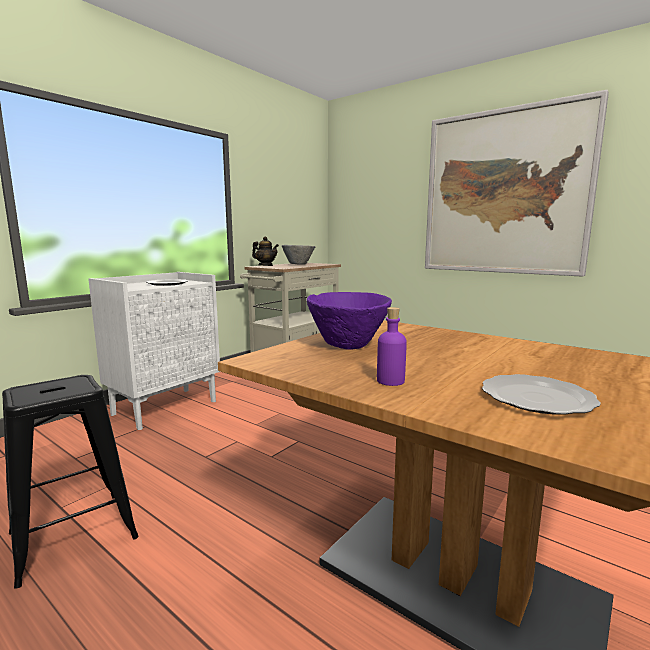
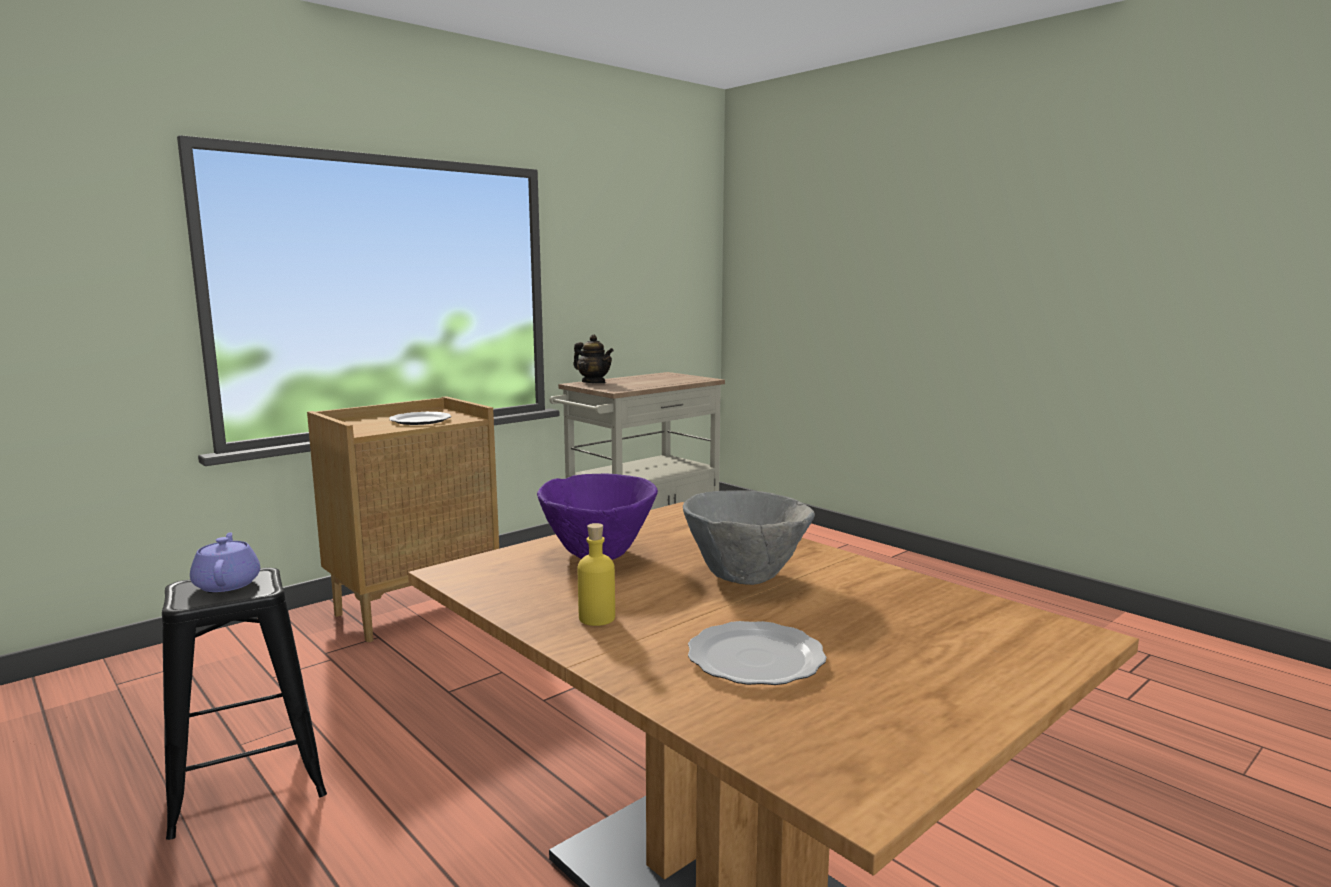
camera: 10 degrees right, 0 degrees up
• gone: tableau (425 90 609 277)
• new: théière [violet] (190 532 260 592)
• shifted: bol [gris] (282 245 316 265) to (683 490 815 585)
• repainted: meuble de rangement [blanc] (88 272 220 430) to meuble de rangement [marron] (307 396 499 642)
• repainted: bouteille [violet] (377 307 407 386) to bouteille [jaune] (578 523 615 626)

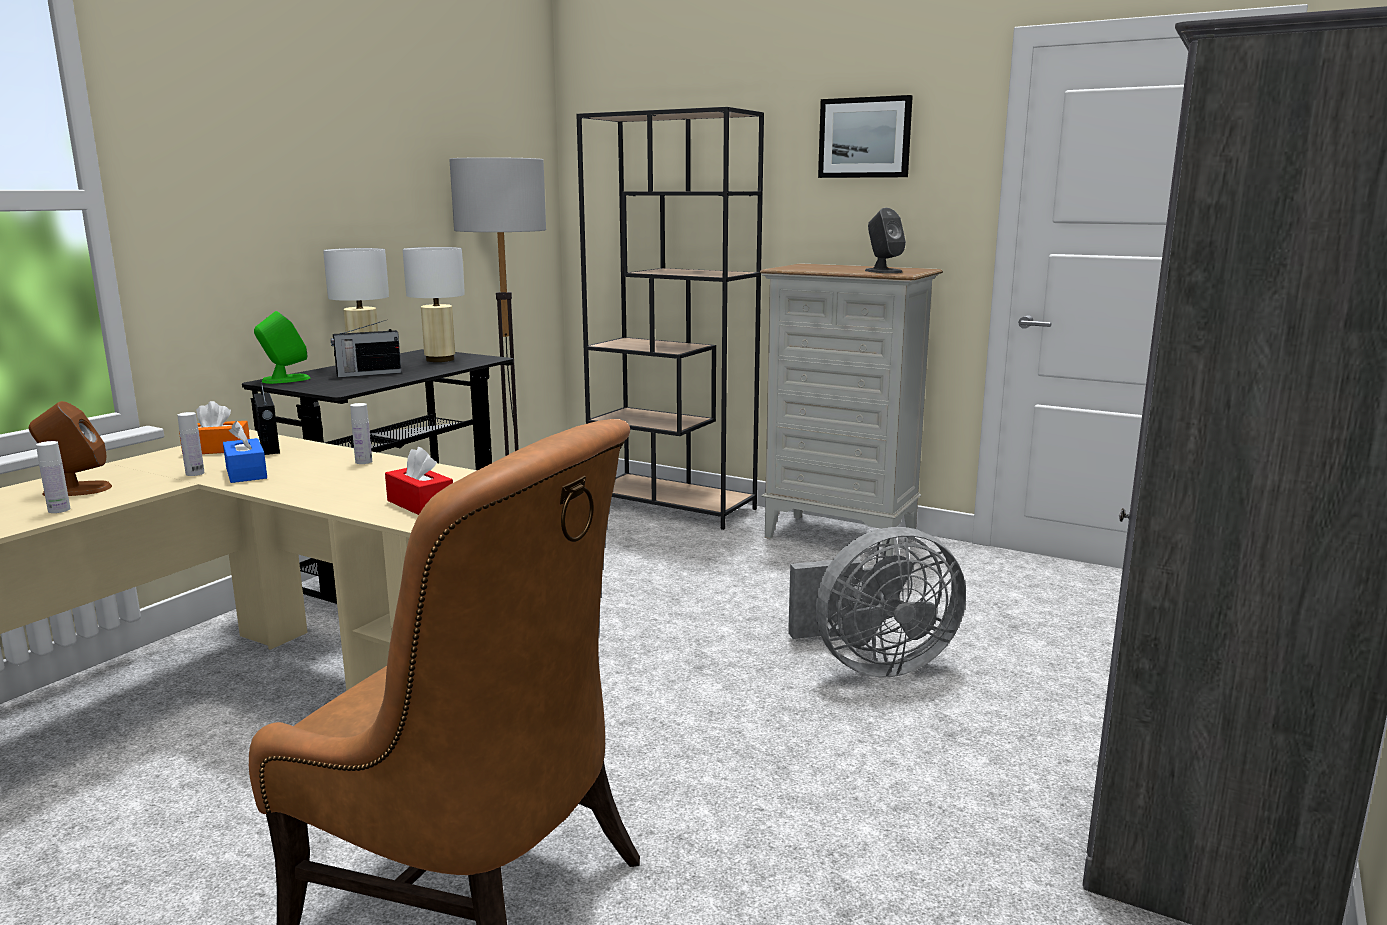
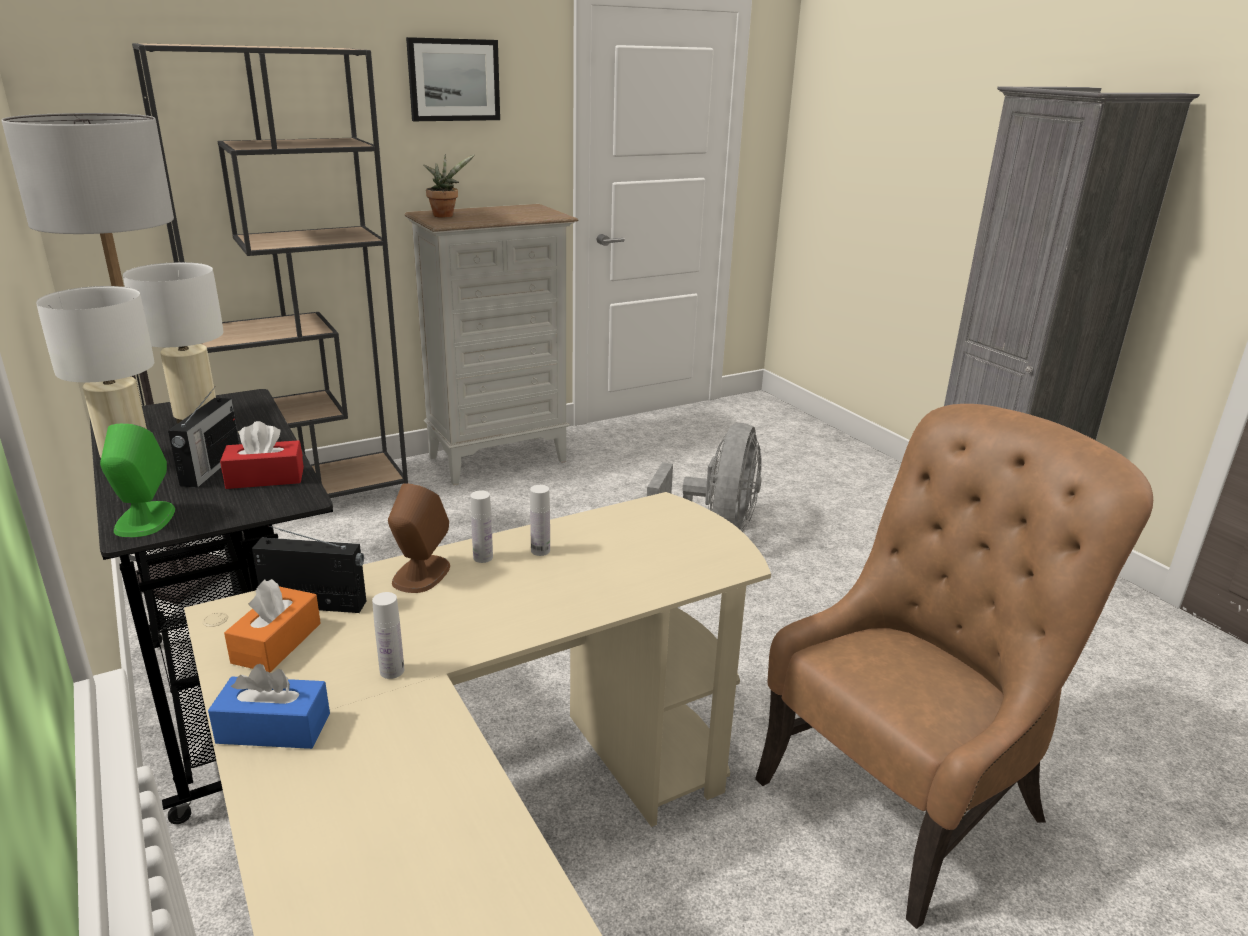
camera: 60 degrees left, 10 degrees up
• gone: enceinte [gris] (865 208 906 273)
• new: plante en pot (423 154 475 218)
• shifted: enceinte [marron] (29 401 112 496) to (388 483 450 593)
• shifted: bouteille [blanc] (36 441 71 513) to (530 485 550 556)
• shifted: boîte à mouchoirs [bleu] (223 421 267 483) to (208 664 330 749)
• shifted: boîte à mouchoirs [rouge] (385 447 453 515) to (220 421 304 489)

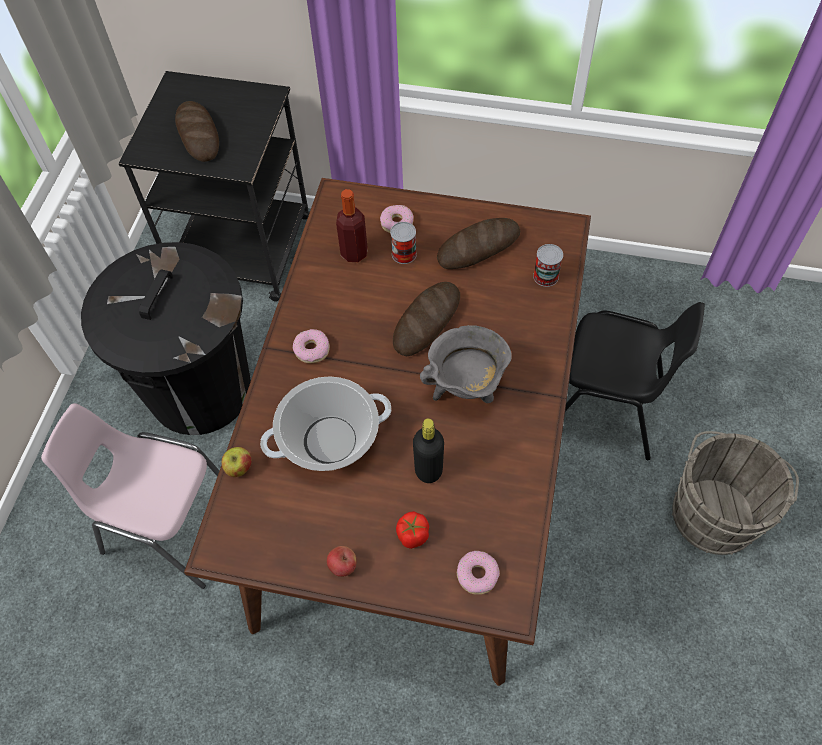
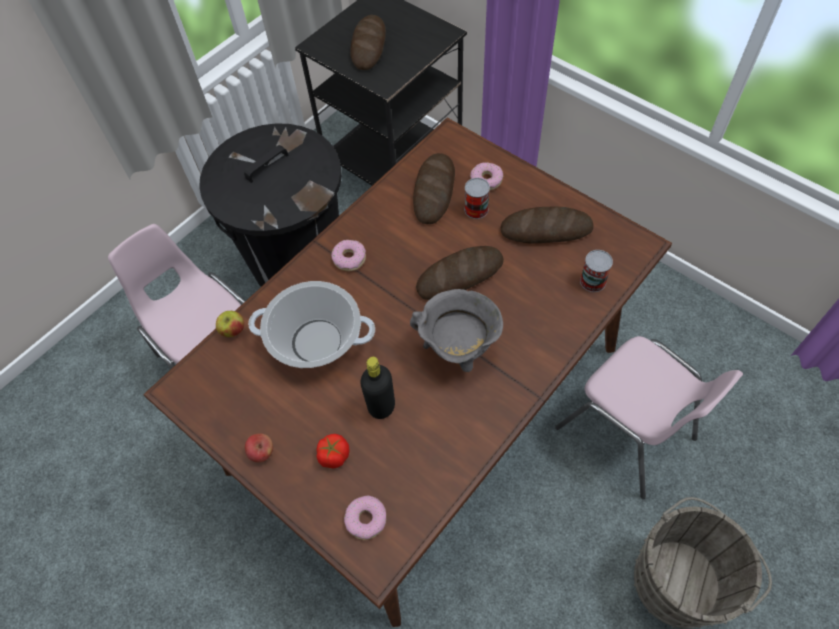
camera: 30 degrees right, 0 degrees up
• swapped: bouteille (336 189 368 262) to pain (413 153 455 224)
• repainted: chaise [noir] (565 302 705 460) to chaise [rose] (555 336 743 499)

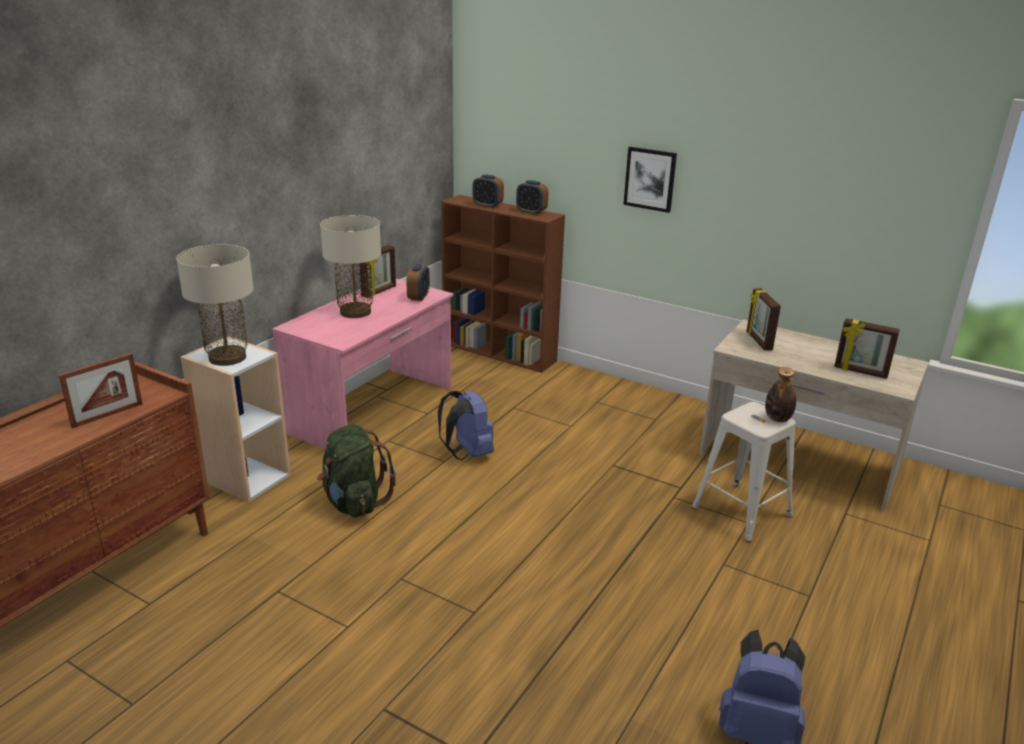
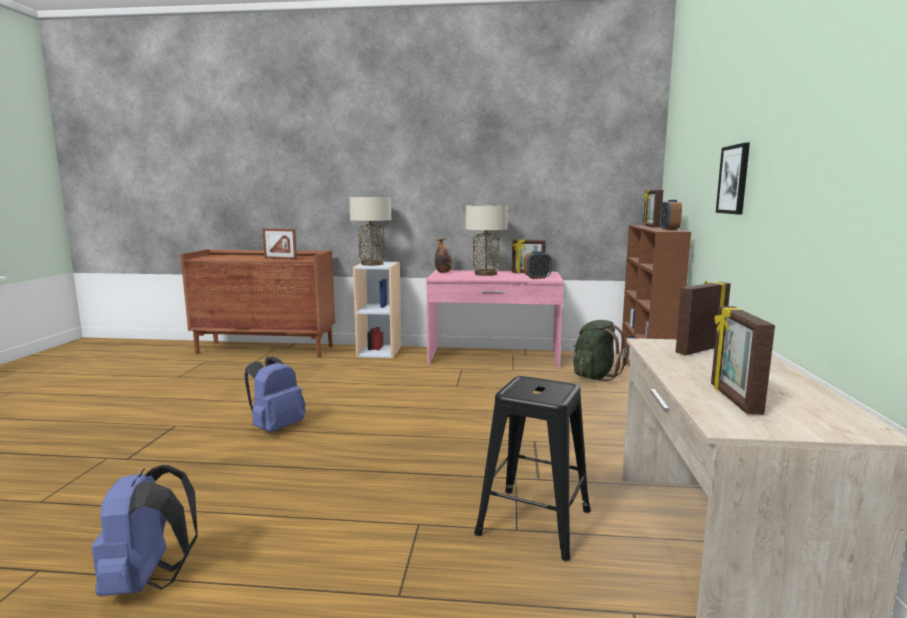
camera: 65 degrees right, 15 degrees down
• shifted: sac à dos [vert] (317 425 396 518) to (573 320 627 382)
• shifted: sac à dos [bleu] (438 391 494 460) to (245 356 306 432)
• shifted: bouteille (765 367 796 422) to (435 238 452 273)
• swapped: réveil (473 174 504 208) to cadre photo (643 189 663 227)
• repainted: tabouret [blanc] (692 402 796 542) to tabouret [noir] (474 376 591 561)

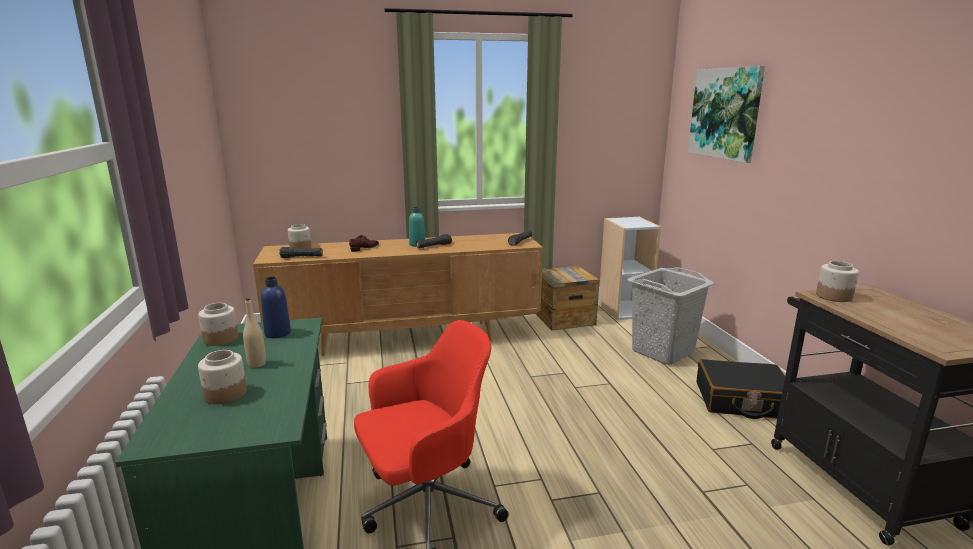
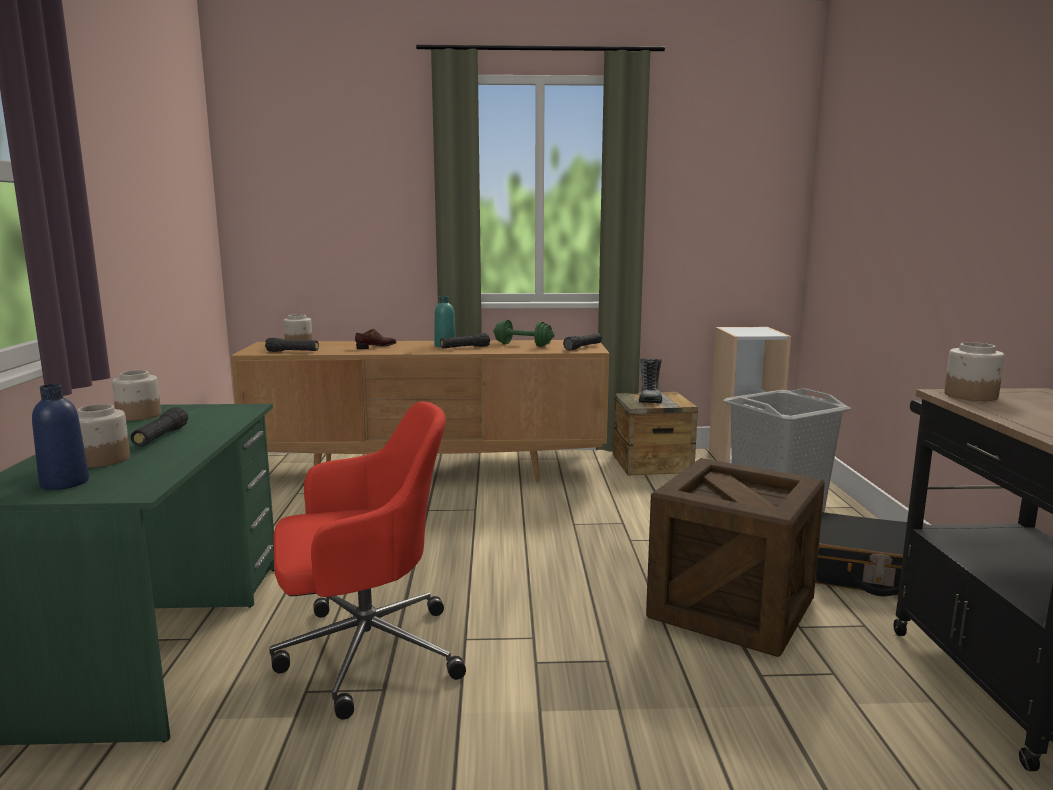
camera: 10 degrees right, 5 degrees down
• gone: tableau (688 66 765 163)
• new: haltère [vert] (493 320 555 347)
• new: botte (639 359 662 403)
• new: caisse (646 458 825 657)
• shifted: bouteille [bleu] (261 277 291 338) to (32 384 89 490)
• swapped: bouteille [beige] (243 298 266 368) to lampe de poche [noir] (131 407 188 447)

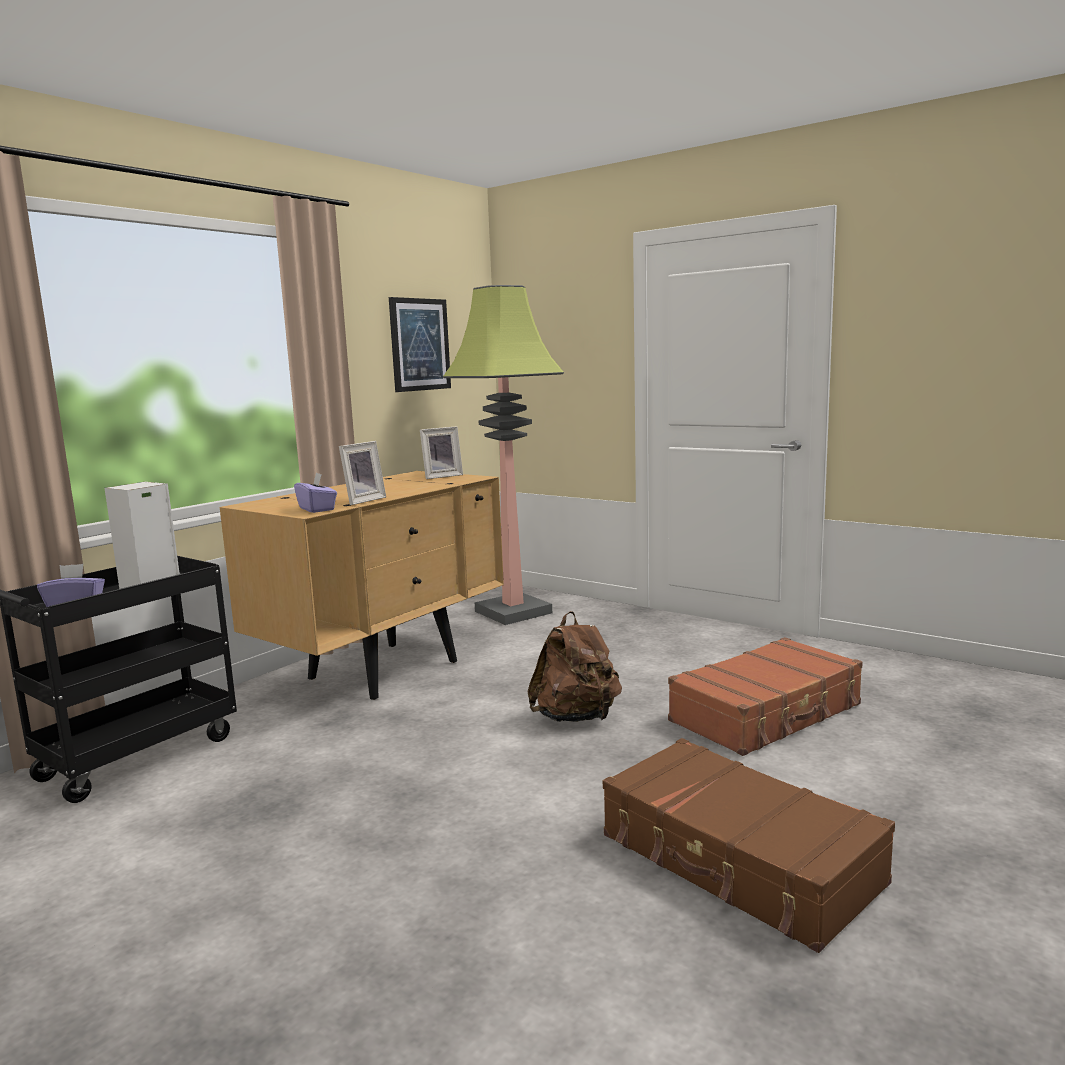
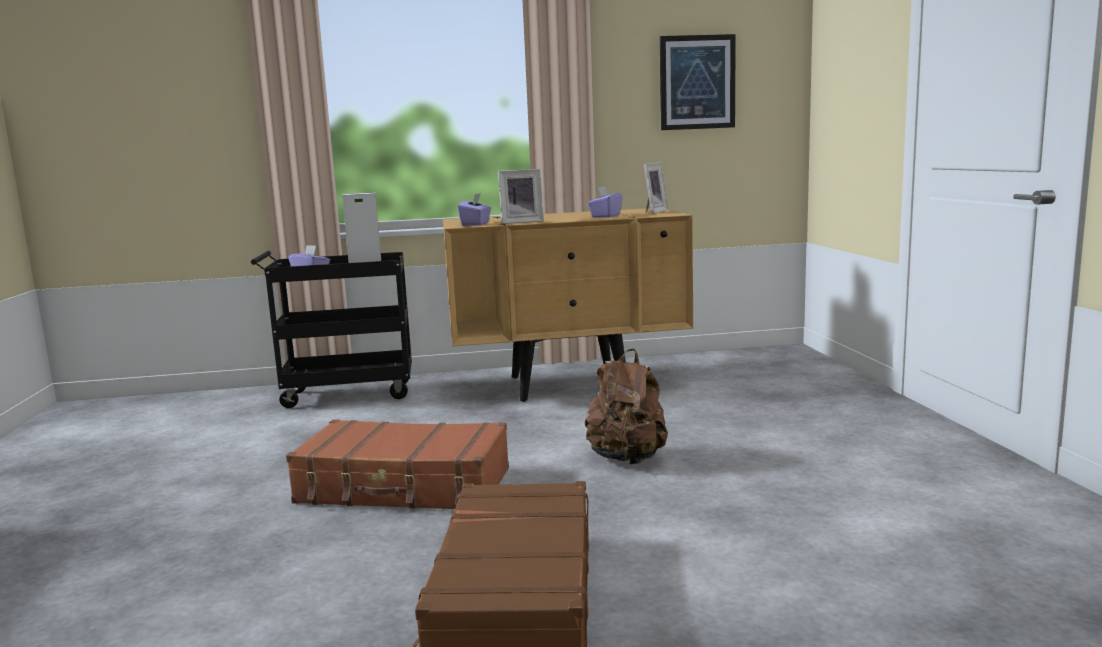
camera: 45 degrees right, 0 degrees up
• gone: lampadaire (443 285 564 625)
• new: boîte à mouchoirs [violet] (588 186 623 218)
• shifted: valise [marron] (668 637 863 756) to (286 419 509 509)
• rotated: cadre photo (420 426 463 479) = (644 162 669 214) 75 degrees counterclockwise

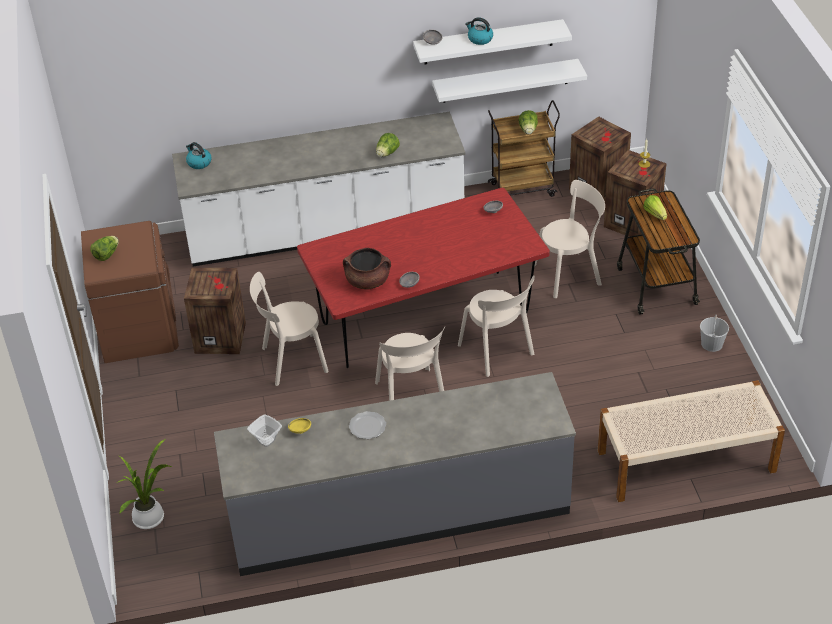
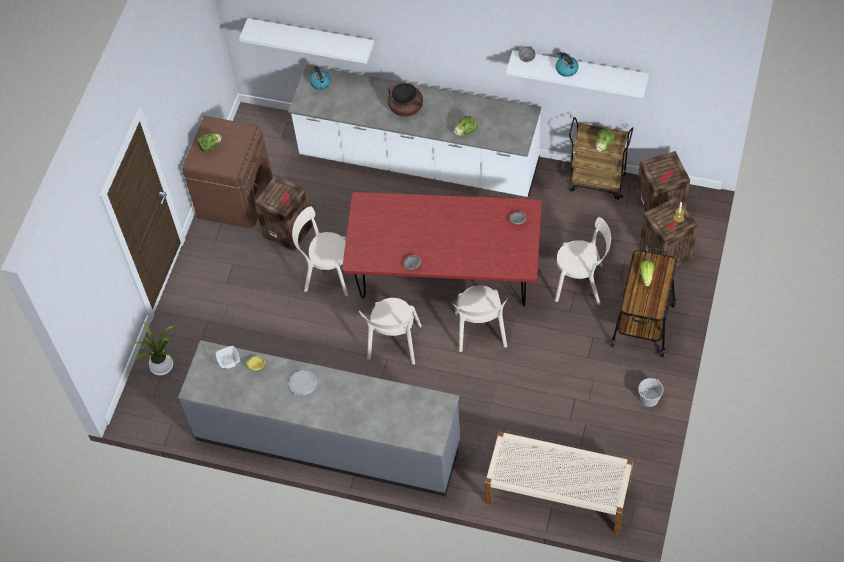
camera: 30 degrees right, 15 degrees up
• shifted: marmite [marron] (343 248 391 289) to (388 83 423 116)
• shifted: étagère [blanc] (432 59 587 103) to (239 18 374 64)

